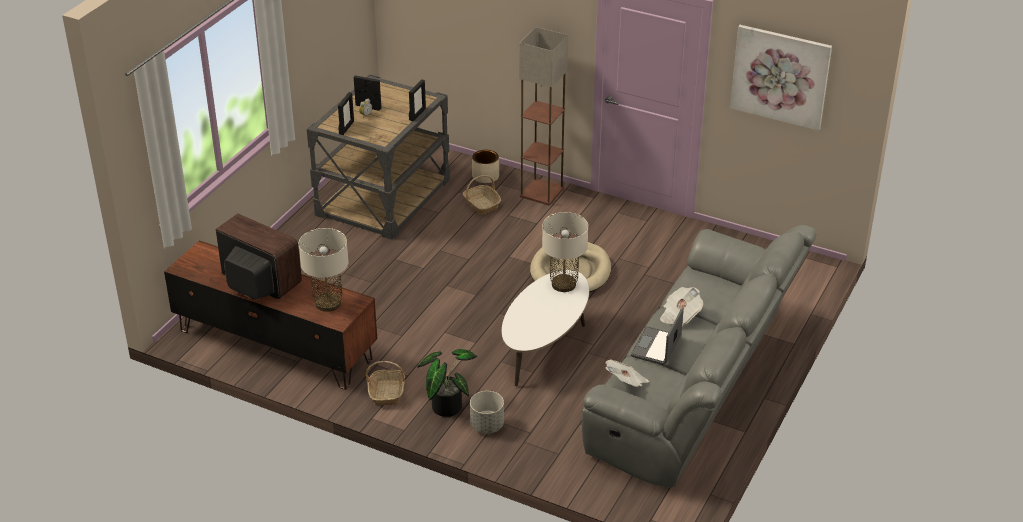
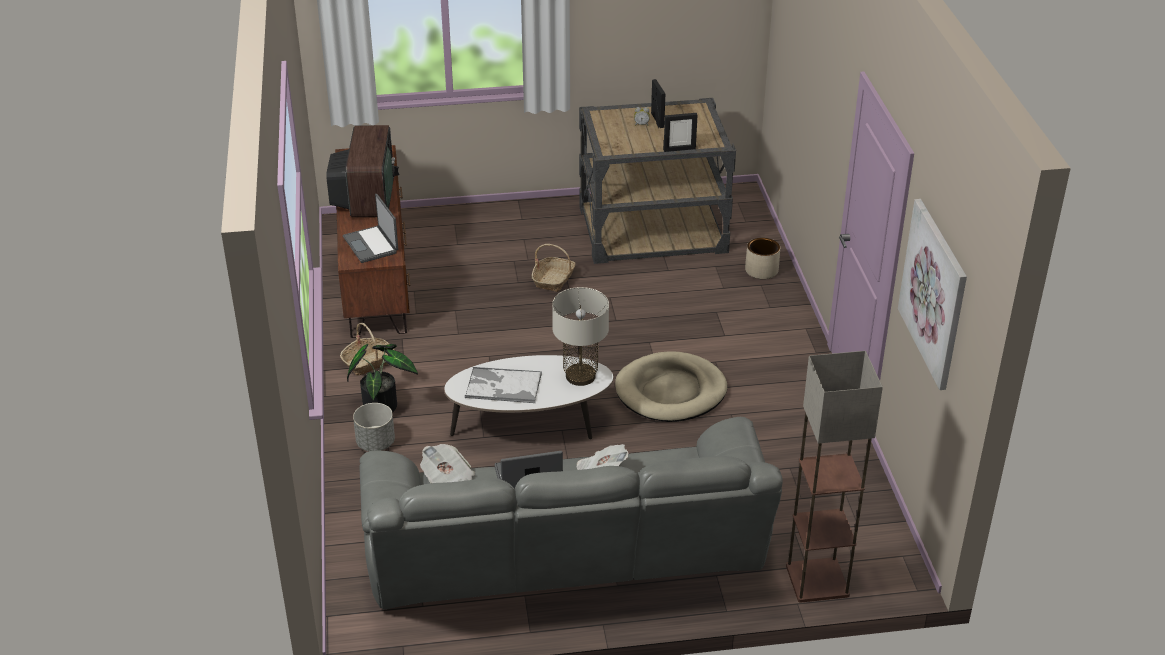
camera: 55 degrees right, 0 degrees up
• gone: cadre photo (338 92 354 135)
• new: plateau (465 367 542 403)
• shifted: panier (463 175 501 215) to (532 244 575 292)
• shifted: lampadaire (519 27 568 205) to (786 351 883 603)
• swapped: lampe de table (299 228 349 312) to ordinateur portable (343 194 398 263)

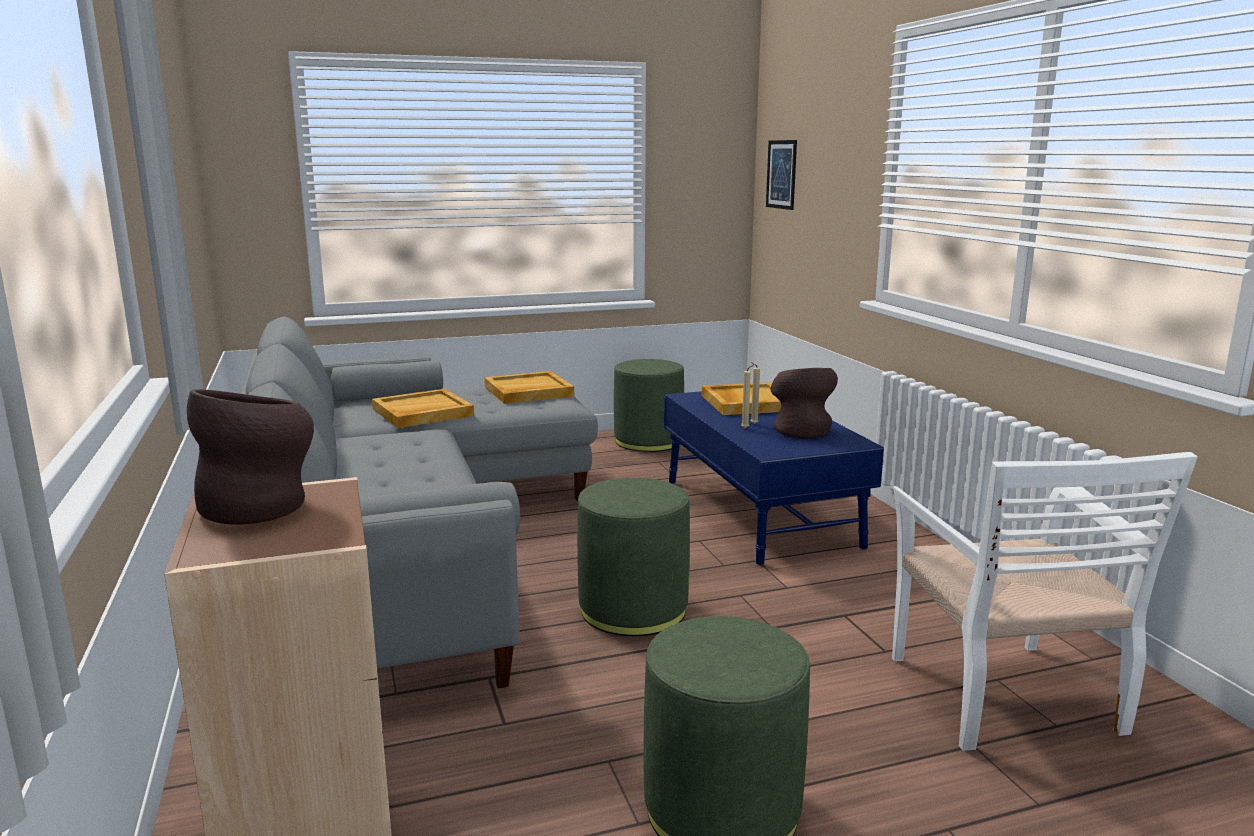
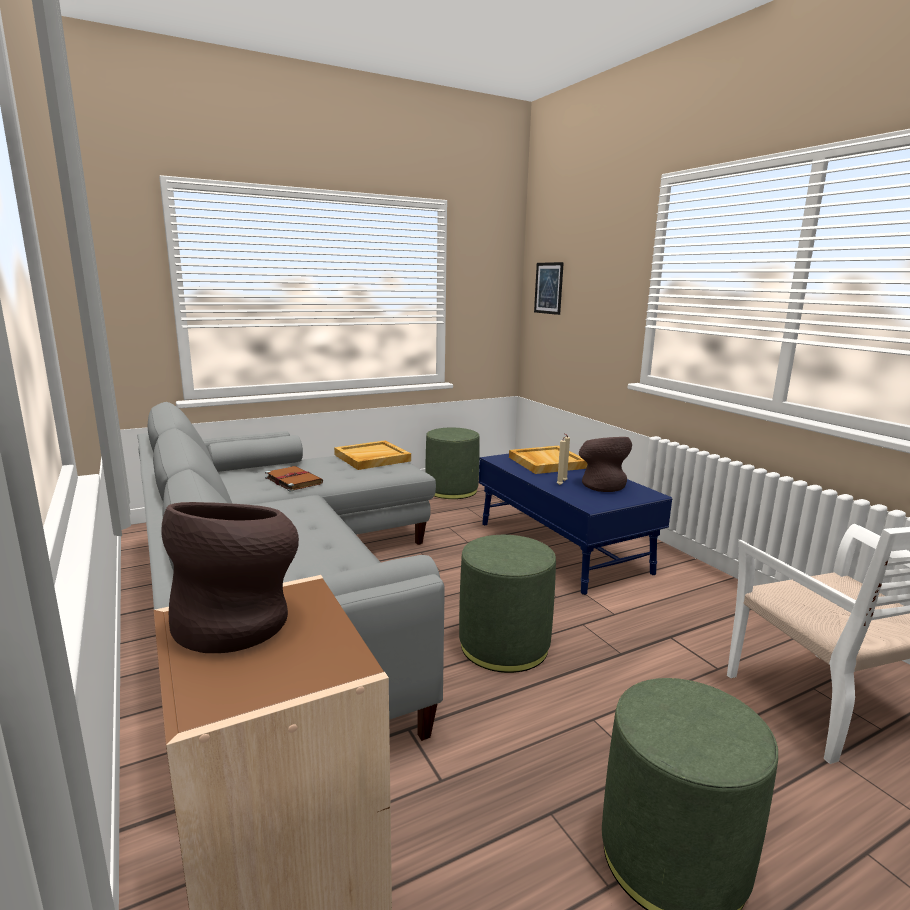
camera: 10 degrees left, 0 degrees up
• swapped: plateau [beige] (372 389 474 428) to livre [marron] (265 466 323 492)

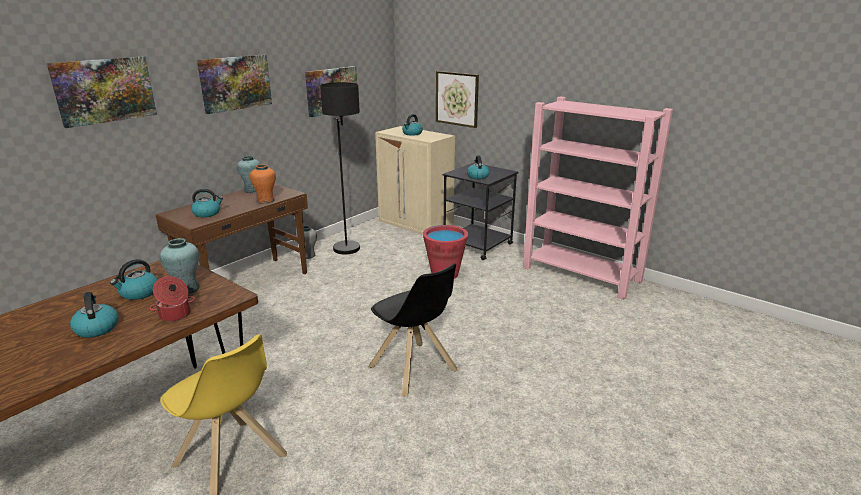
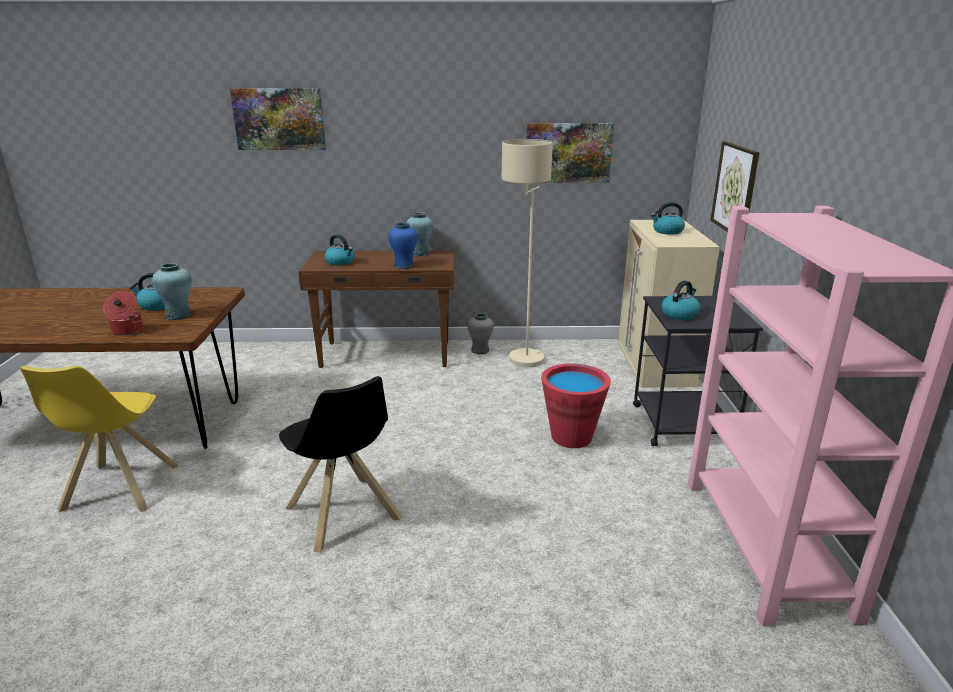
camera: 50 degrees right, 0 degrees up
• gone: bouilloire (70 292 119 338)
• gone: tableau (197 54 272 114)
• repainted: vase [orange] (250 164 276 204) to vase [bleu] (388 223 418 269)
• repainted: lampadaire [noir] (320 82 360 254) to lampadaire [beige] (502 139 553 367)
• rotated: chaise [noir] (368 263 457 397) = (279 376 401 553) 45 degrees counterclockwise

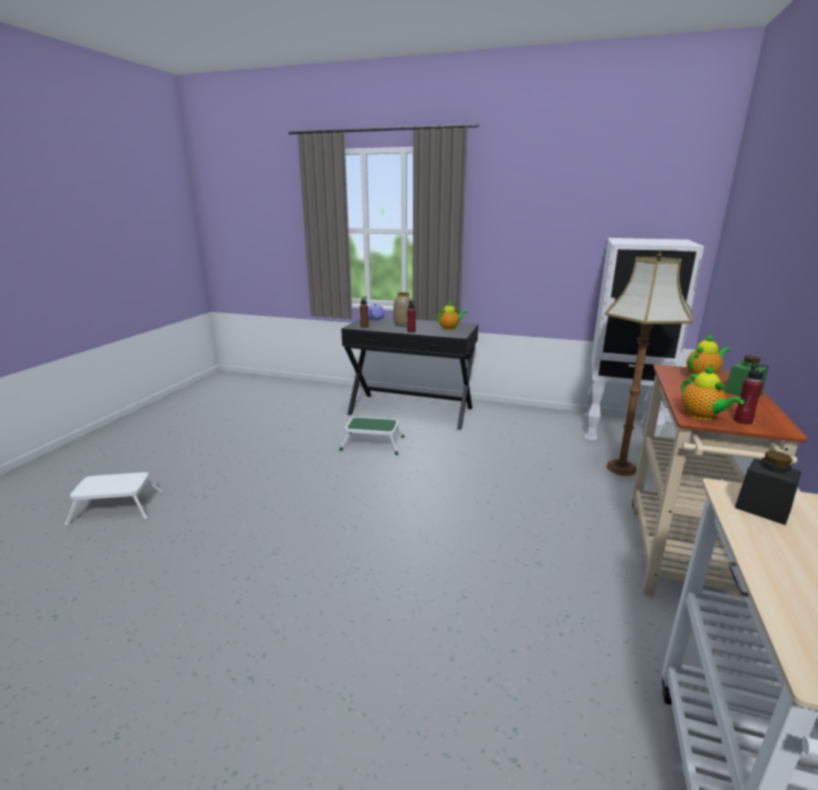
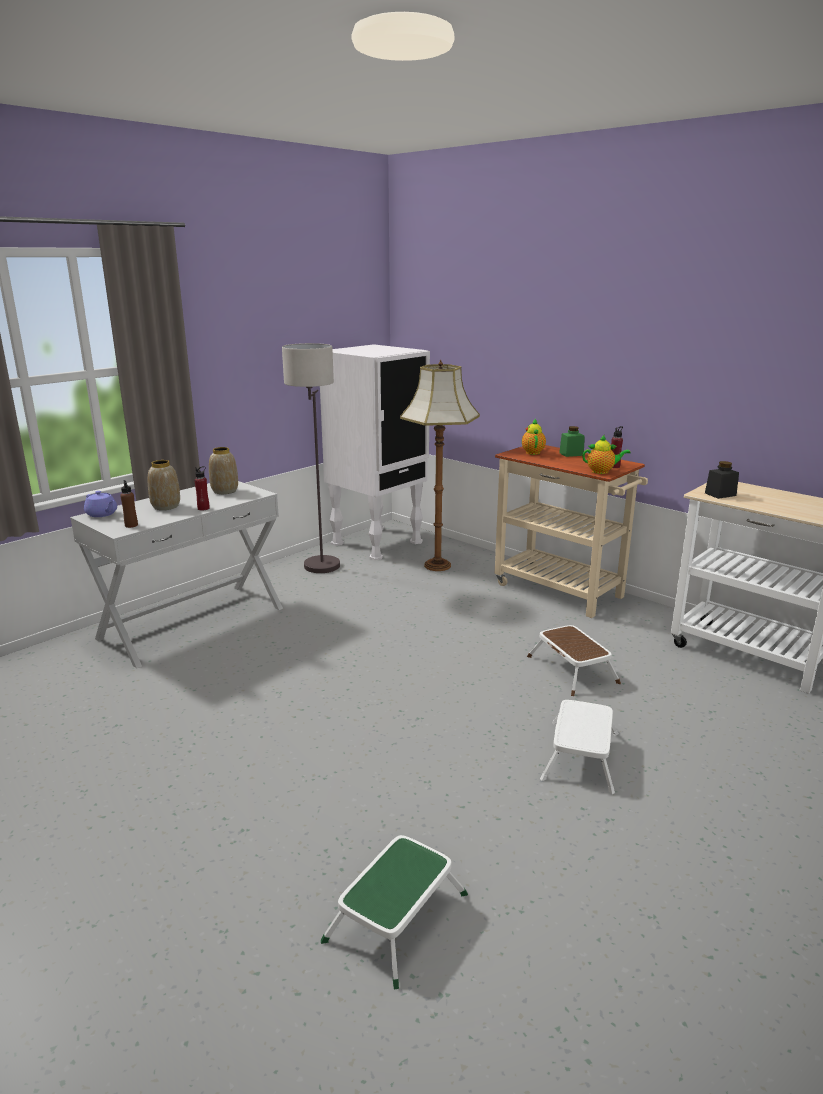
camera: 65 degrees left, 0 degrees up
• new: lampadaire [gris] (282 343 340 573)
• new: escabeau [marron] (527 625 621 696)
• shifted: escabeau [blanc] (65 472 162 525) to (540 700 619 794)
• shifted: escabeau [vert] (339 417 405 455) to (321 835 468 989)
• swapped: théière (437 302 468 330) to vase (209 447 238 494)
• repainted: table console [noir] (341 317 478 430) to table console [blanc] (70 481 283 668)

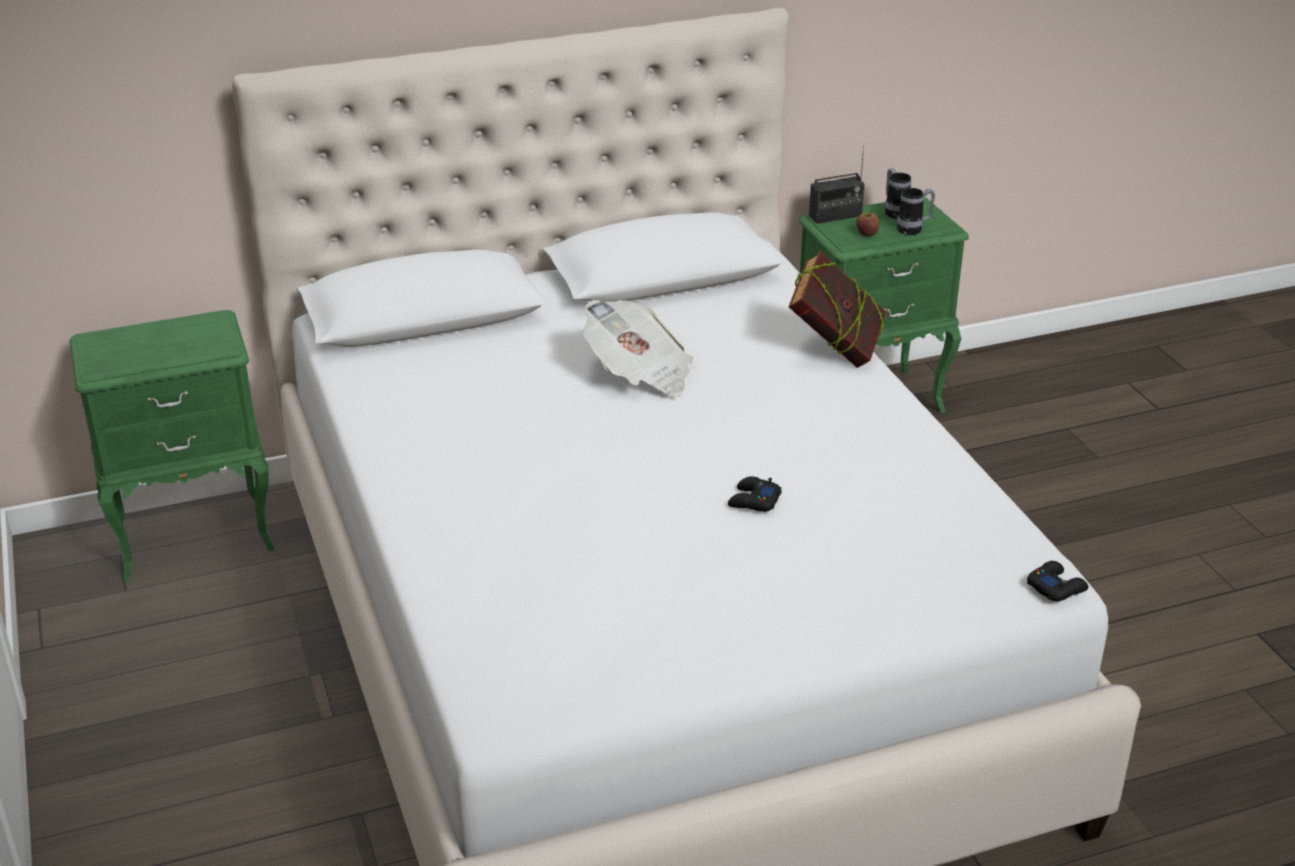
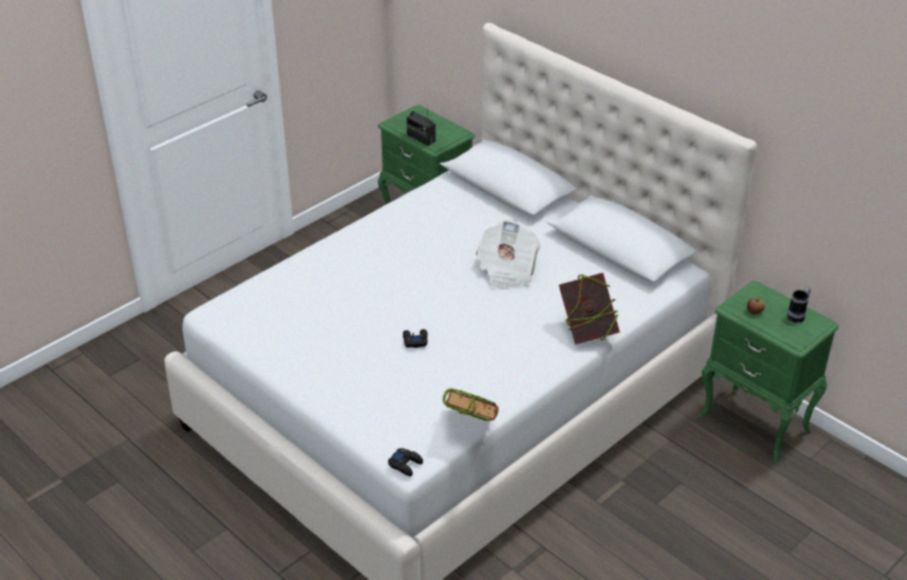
camera: 65 degrees right, 5 degrees up
• gone: mug (897 188 935 235)
• new: livre (442 388 499 421)
• shifted: radio (809 145 865 224) to (406 105 436 146)

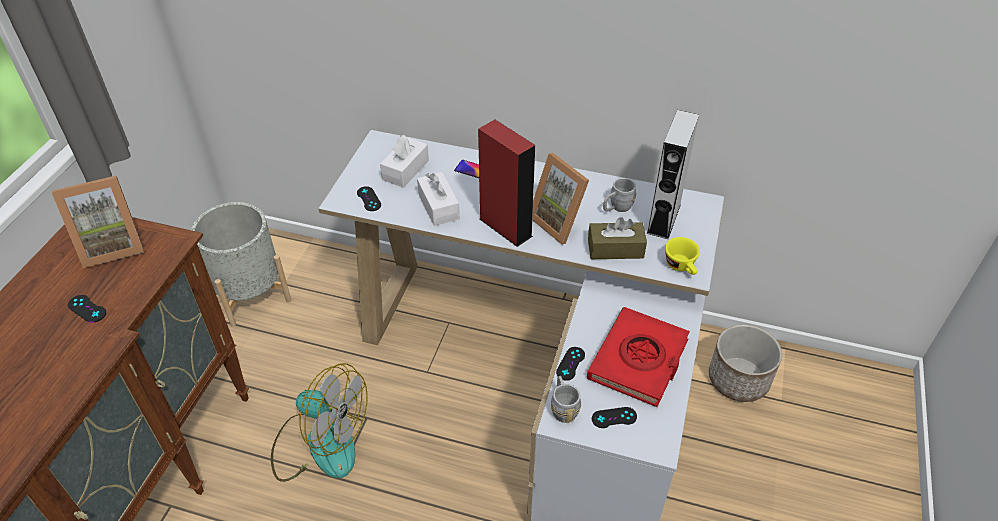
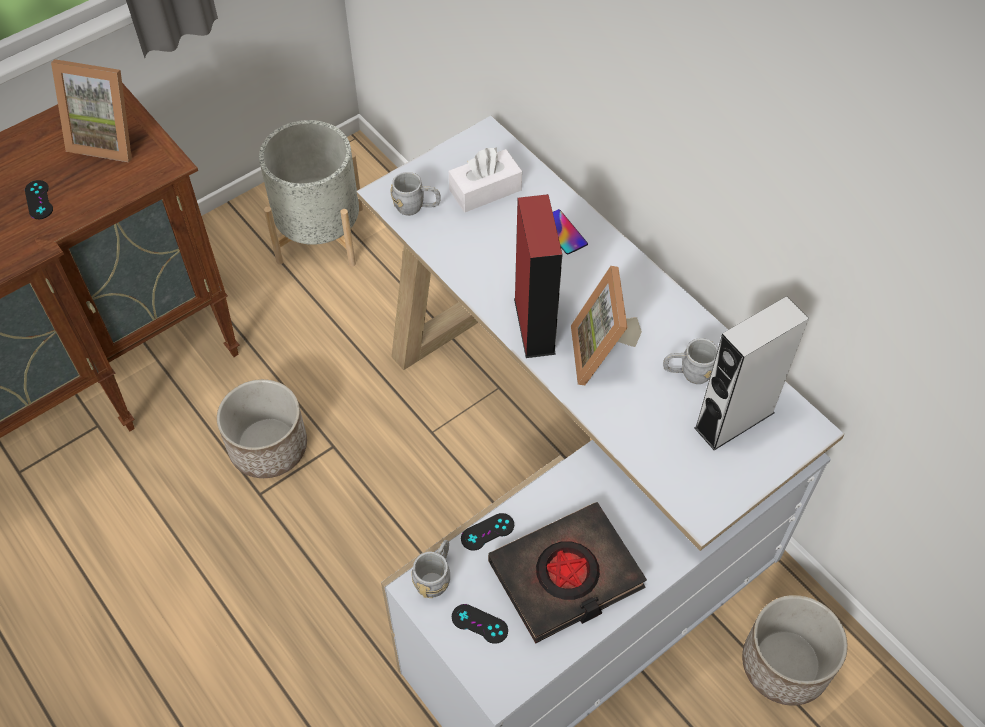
camera: 35 degrees right, 10 degrees up
• gone: boîte à mouchoirs [blanc] (417 172 460 226)
• gone: boîte à mouchoirs [marron] (588 217 647 259)
• gone: tasse [jaune] (665 237 700 275)
• swapped: ventilateur (271 363 368 482) to cache-pot (217 379 307 478)
• swapped: manette [noir] (357 186 381 211) to mug [gris] (391 172 441 216)
• repainted: livre [rouge] (587 307 690 407) to livre [noir] (488 502 647 644)

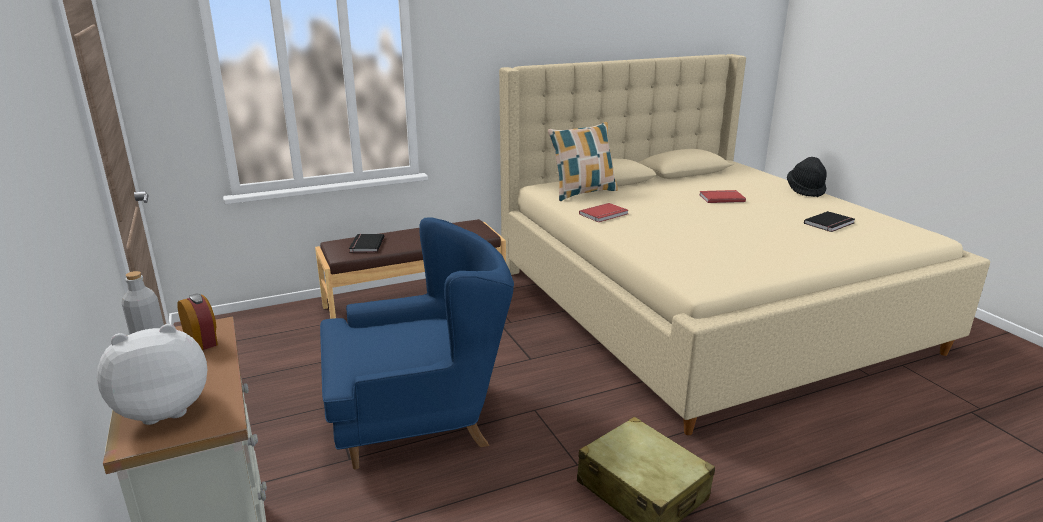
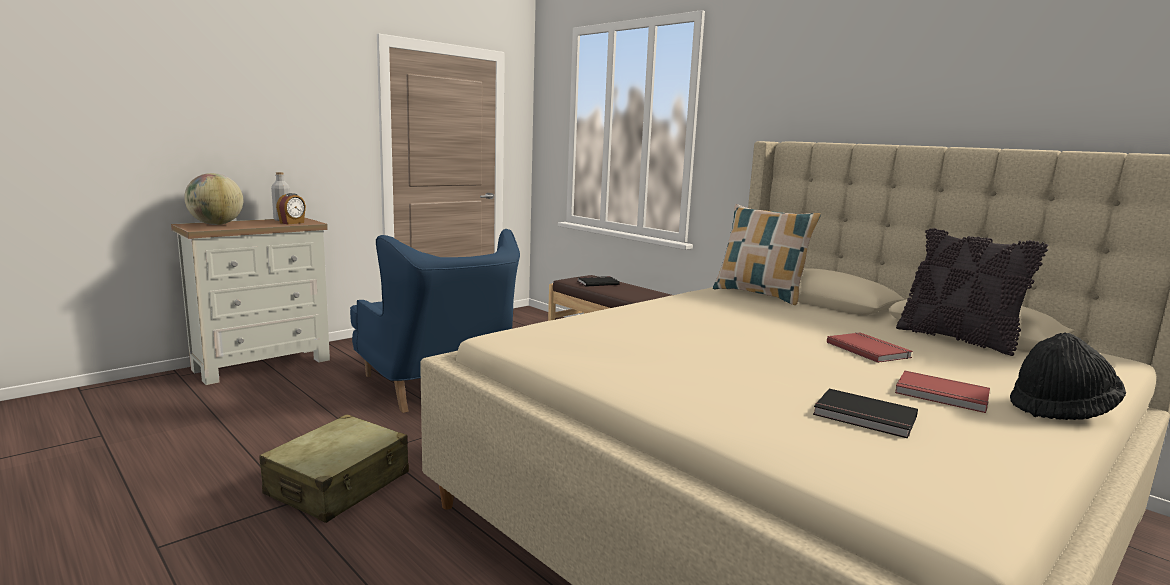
camera: 70 degrees right, 10 degrees down
• new: coussin [noir] (896 228 1048 356)
• shifted: livre [rouge] (579 203 628 222) to (895 371 990 413)
• swapped: peluche (97 324 207 425) to globe (184 173 243 225)

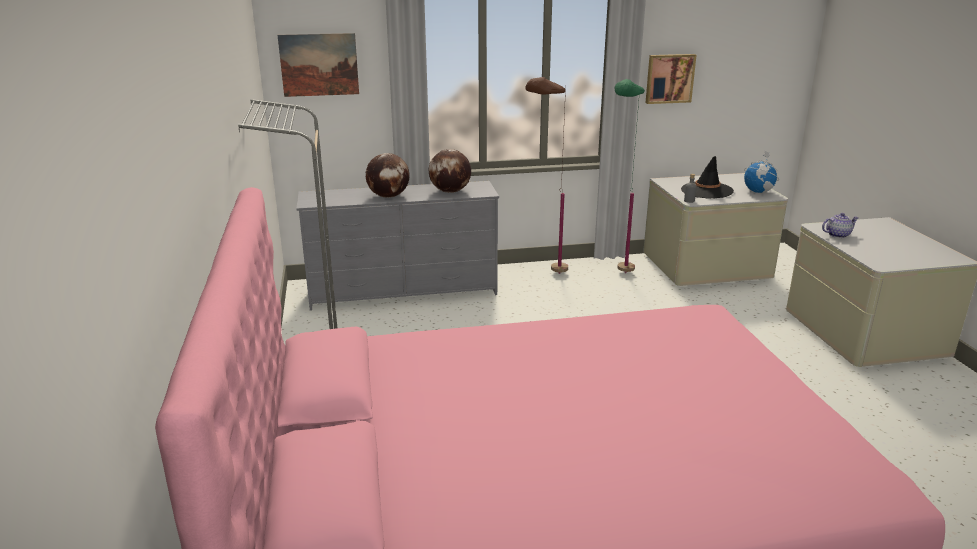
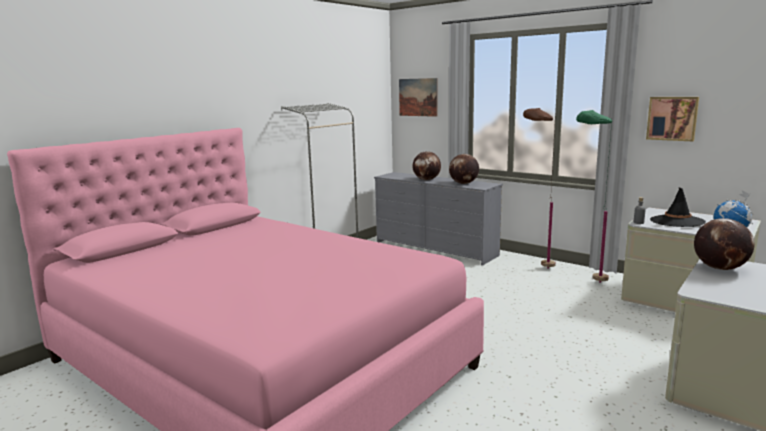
camera: 50 degrees right, 10 degrees down
• swapped: théière (822 213 859 238) to globe (694 218 755 270)

